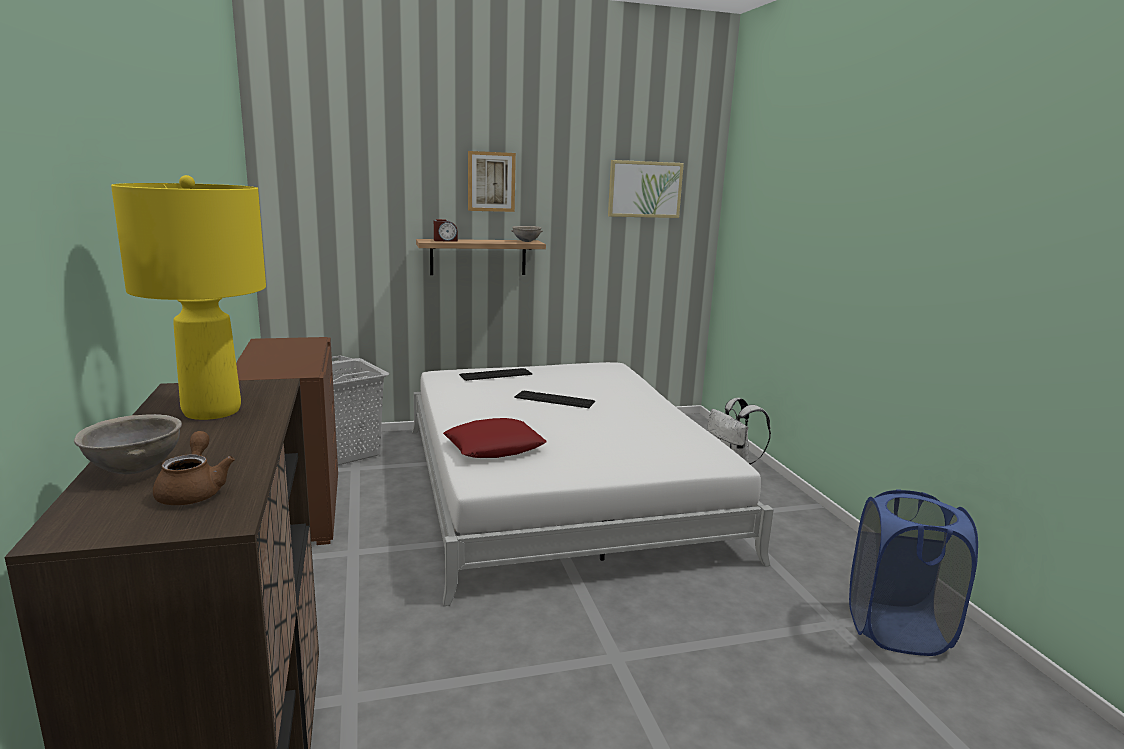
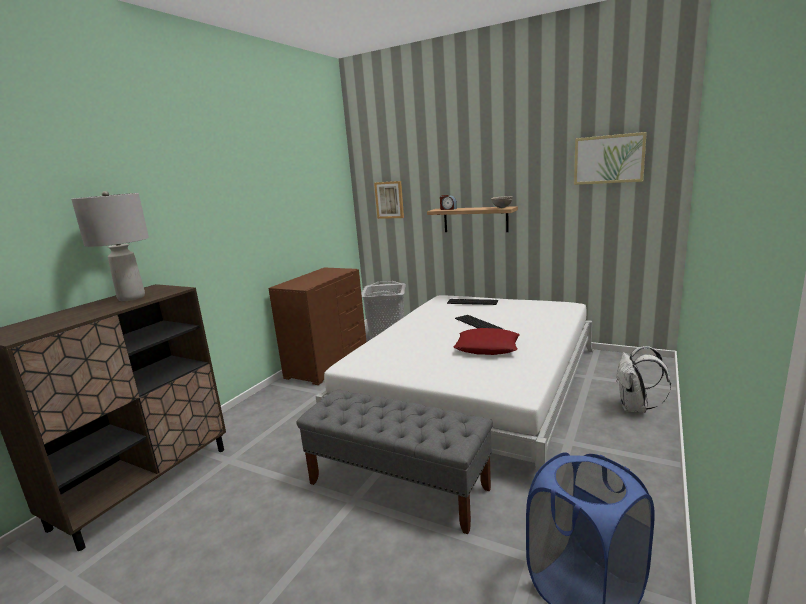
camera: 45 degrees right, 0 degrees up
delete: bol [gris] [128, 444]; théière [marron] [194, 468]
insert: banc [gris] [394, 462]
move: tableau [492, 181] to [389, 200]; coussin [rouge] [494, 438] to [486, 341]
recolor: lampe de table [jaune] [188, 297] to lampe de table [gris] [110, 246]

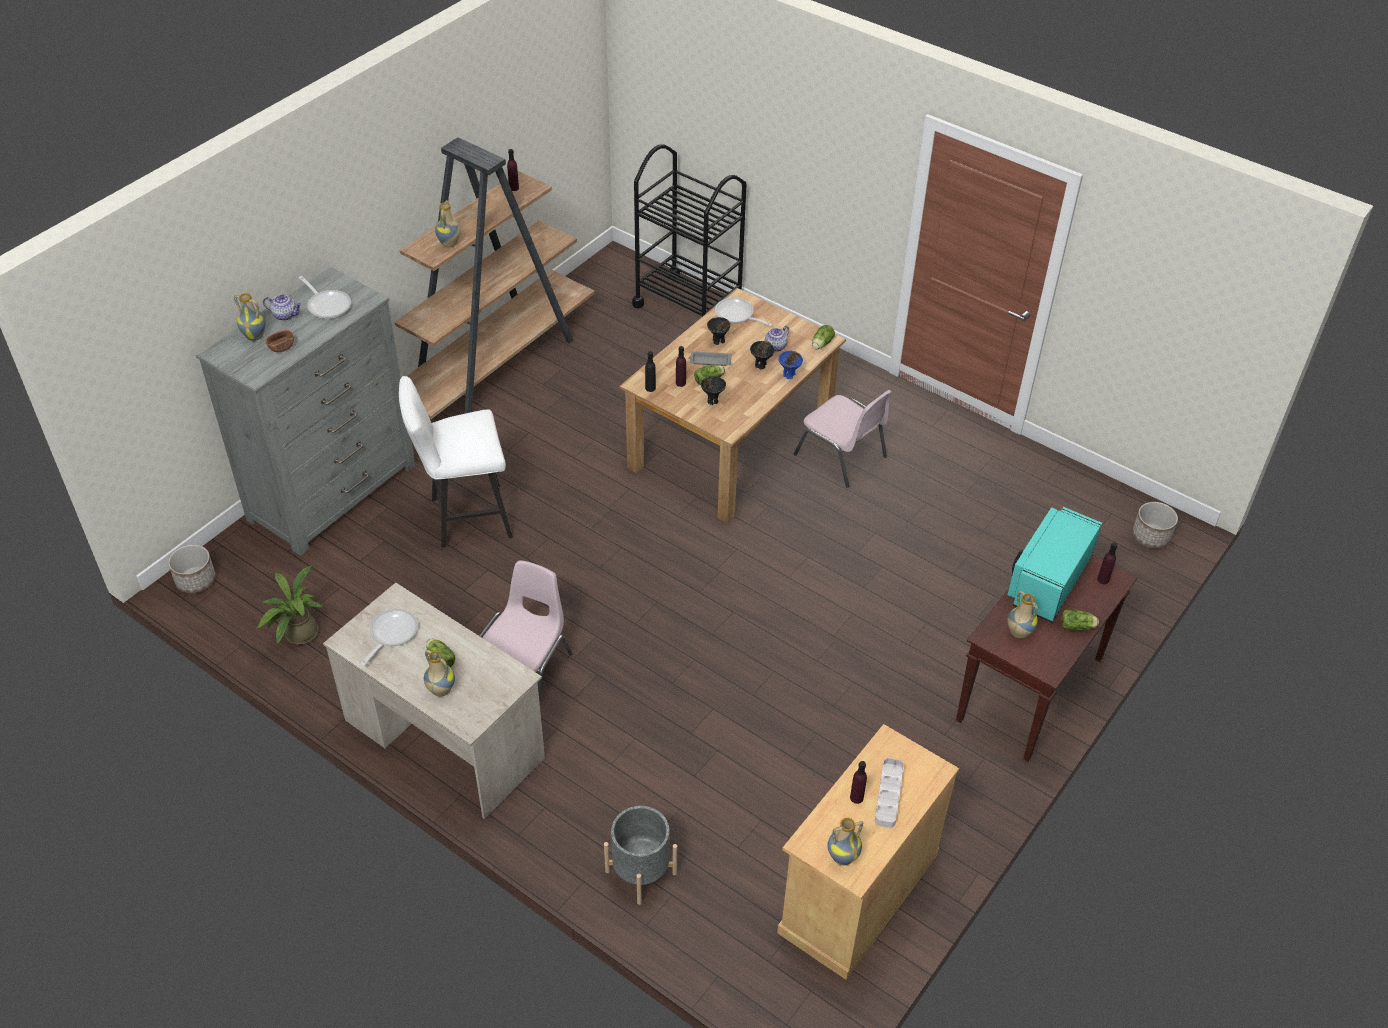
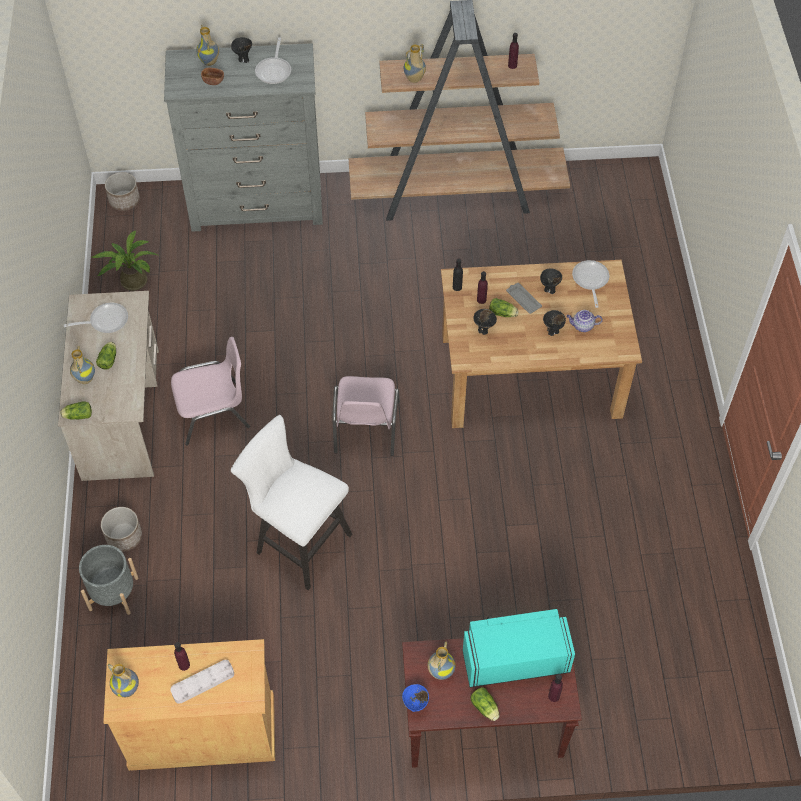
camera: 50 degrees right, 10 degrees up
delete: chariot [noir] [689, 231]
move: laitue [823, 337] to [76, 411]; bol [bleu] [791, 365] to [415, 698]; tabouret [blanc] [456, 462] to [291, 502]; chaise [rose] [843, 439] to [366, 416]; cache-pot [1155, 525] to [121, 529]
replace: théière [282, 307] to bol [noir] [241, 50]

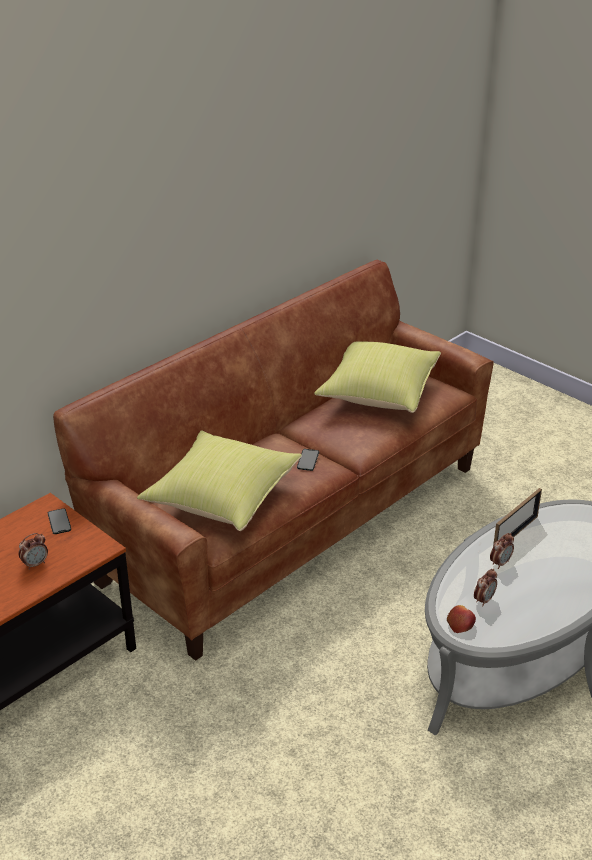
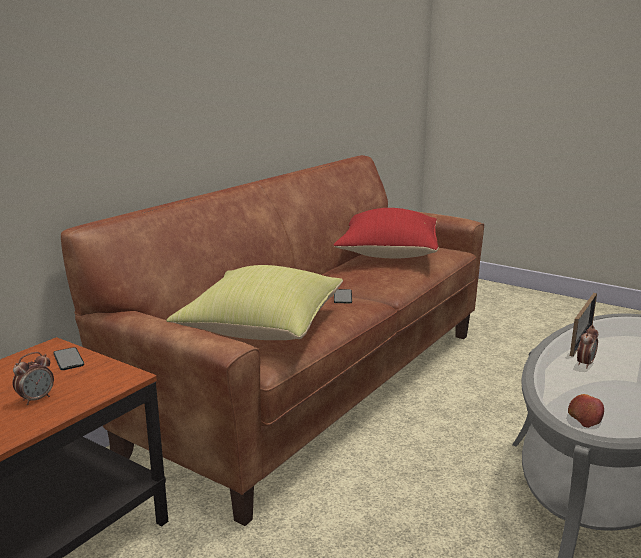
camera: 10 degrees left, 15 degrees down
delete: réveil [485, 588]
recolor: coussin [jaune] [377, 377] to coussin [rouge] [386, 233]

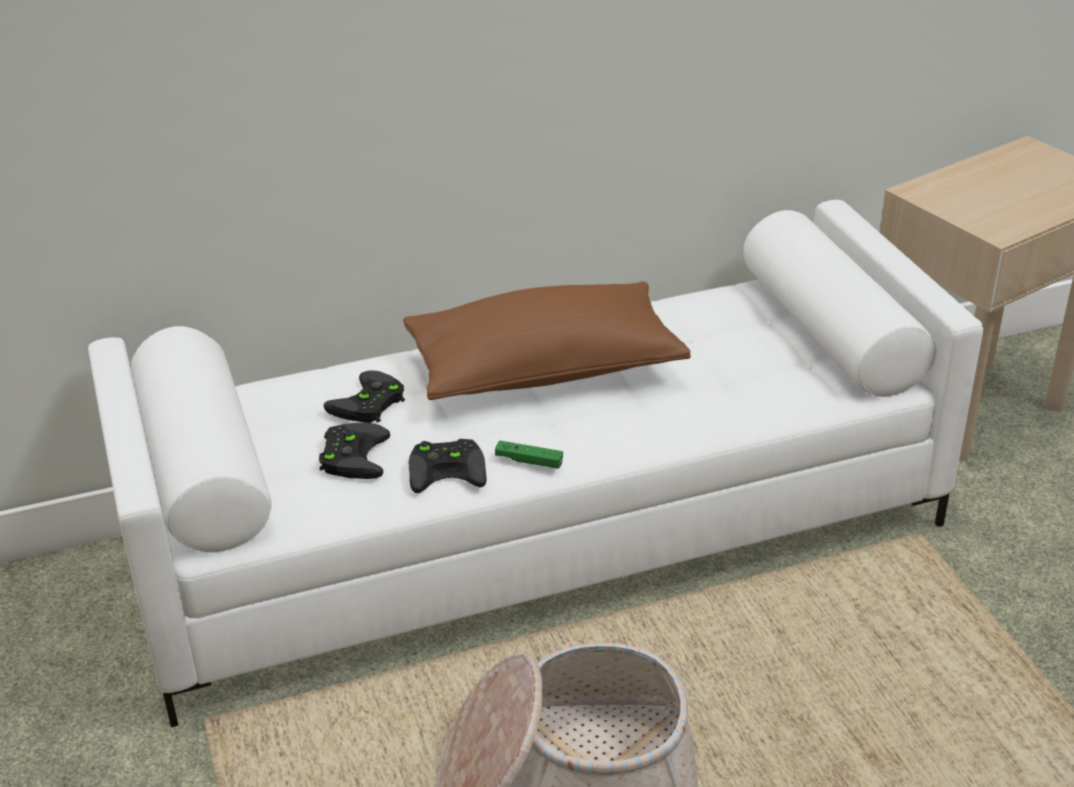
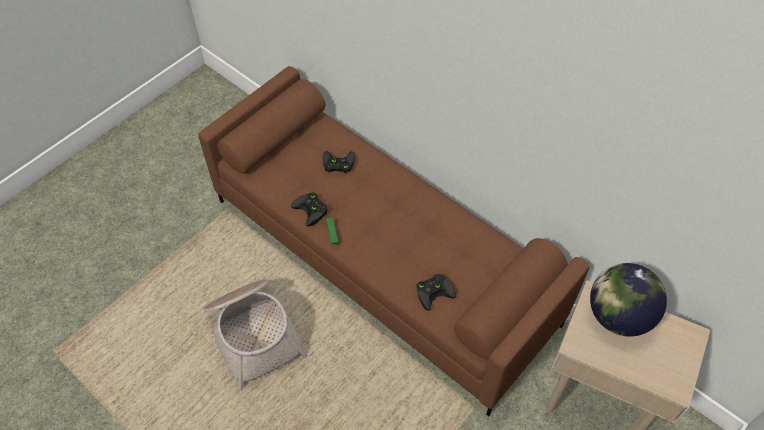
camera: 60 degrees right, 20 degrees up
delete: coussin [marron] [547, 340]
insert: globe [628, 300]
move: manette [noir] [354, 451] to [436, 292]
recolor: canapé [blanc] [535, 463] to canapé [marron] [394, 241]

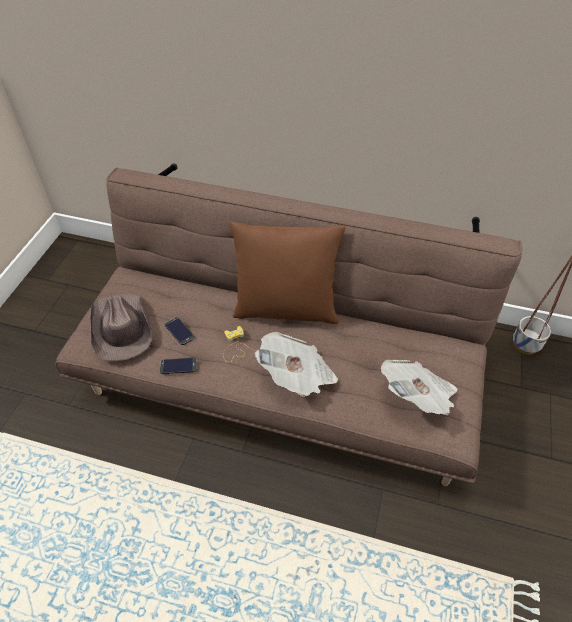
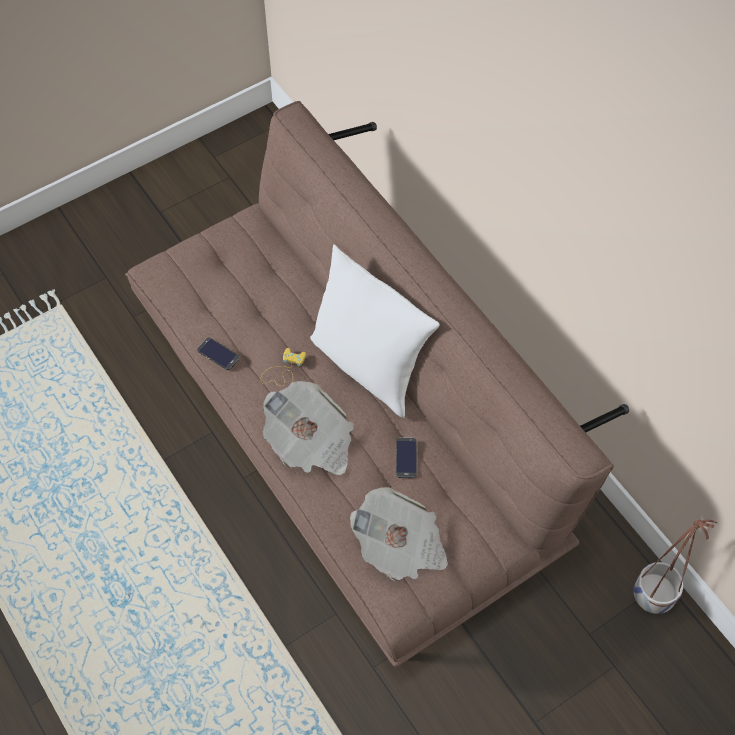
camera: 40 degrees right, 10 degrees up
delete: chapeau [marron] [121, 327]
move: téléphone [180, 331] to [406, 458]
recolor: coussin [marron] [287, 272] to coussin [blanc] [374, 331]

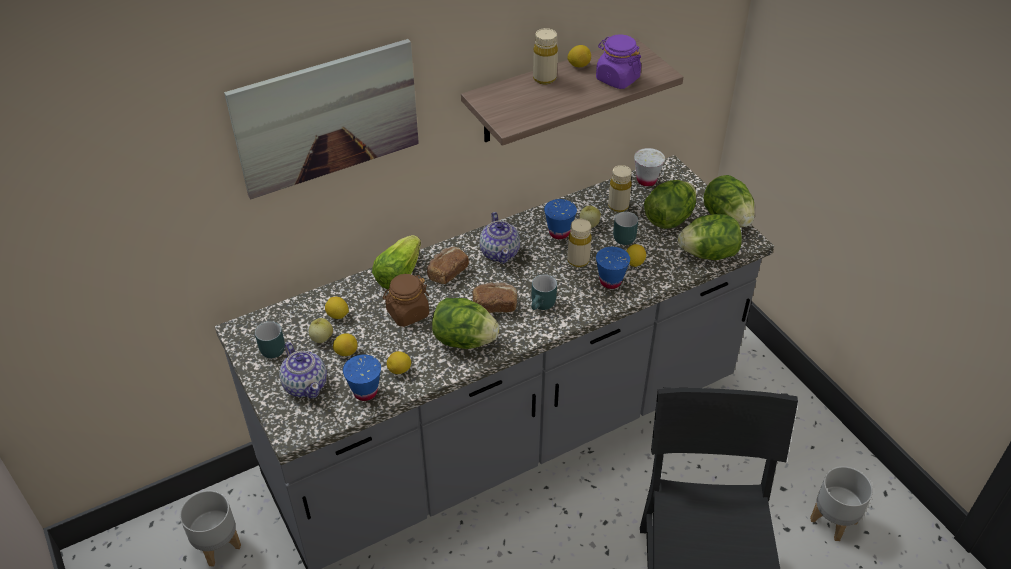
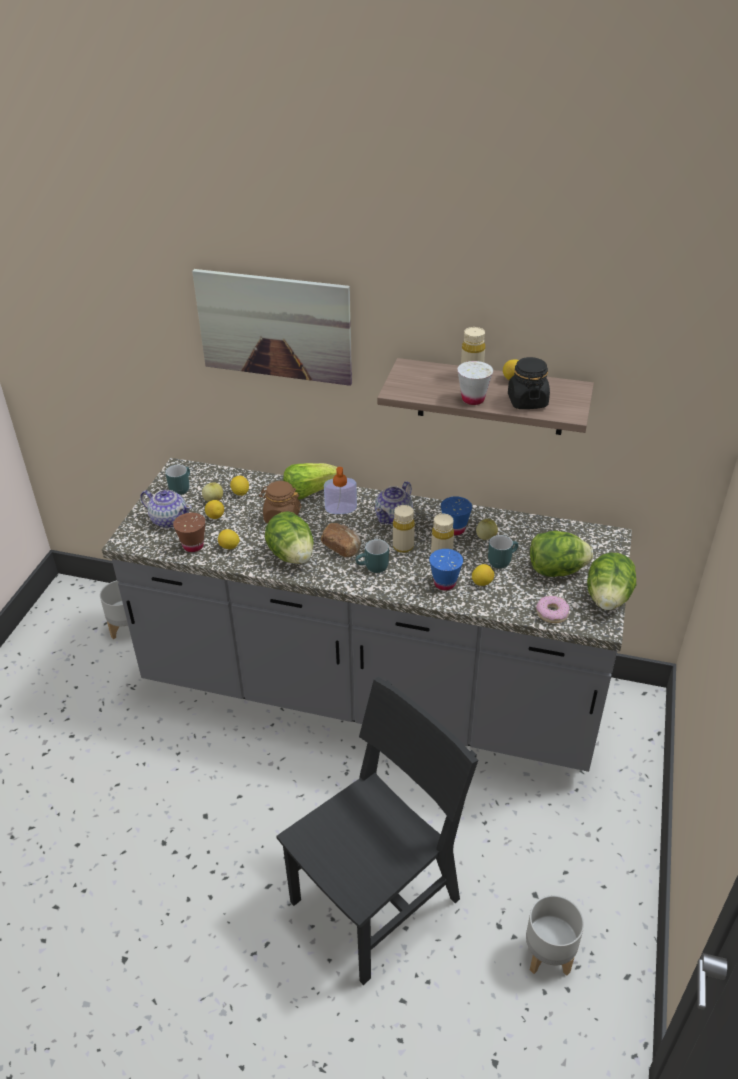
camera: 45 degrees right, 5 degrees down
move: tasse [blanc] [649, 167] to [475, 383]; bouteille [beige] [620, 188] to [404, 529]
replace: laitue [710, 237] to beignet [552, 609]; pain [448, 265] to distributeur de savon [340, 490]
recolor: bocal [violet] [618, 61] to bocal [noir] [529, 383]; tasse [bleu] [362, 378] to tasse [marron] [189, 532]
rotate: théière [303, 370] = [166, 509] 75 degrees counterclockwise

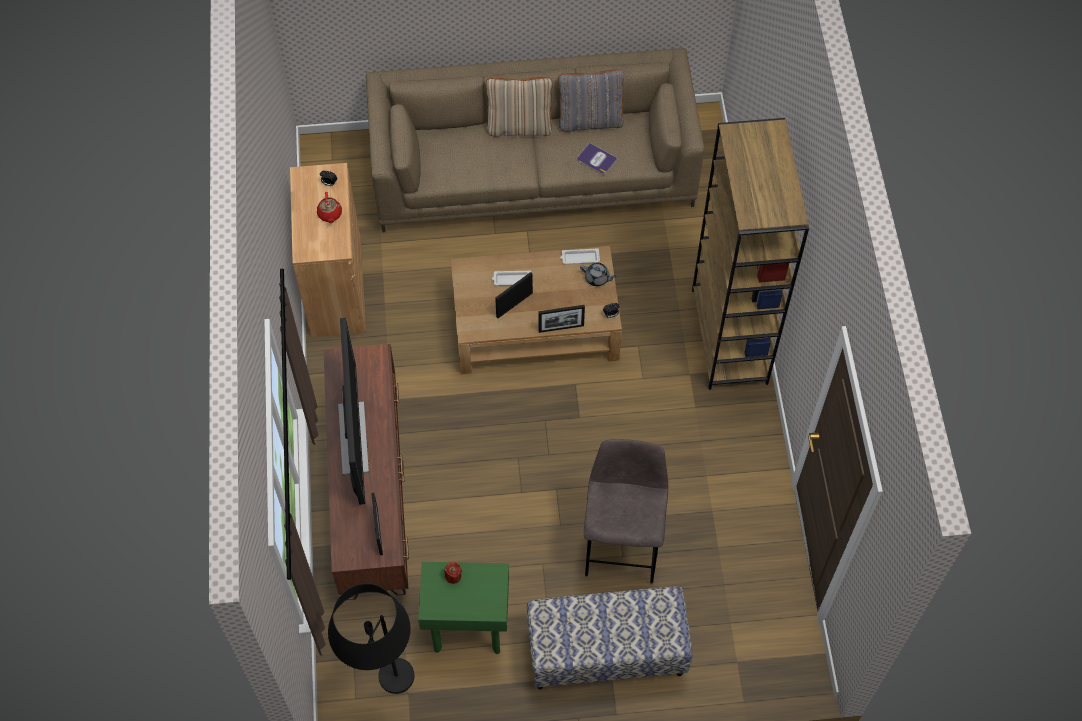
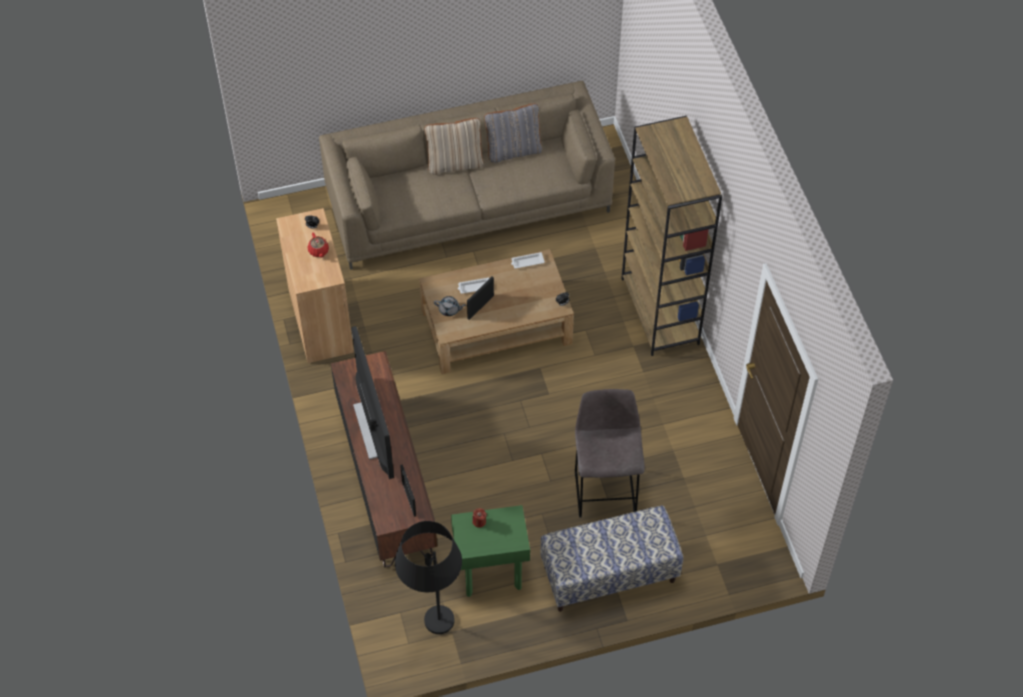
camera: 10 degrees left, 5 degrees down
delete: livre [597, 159]; cadre photo [561, 319]
move: théière [gris] [598, 274] to [450, 306]

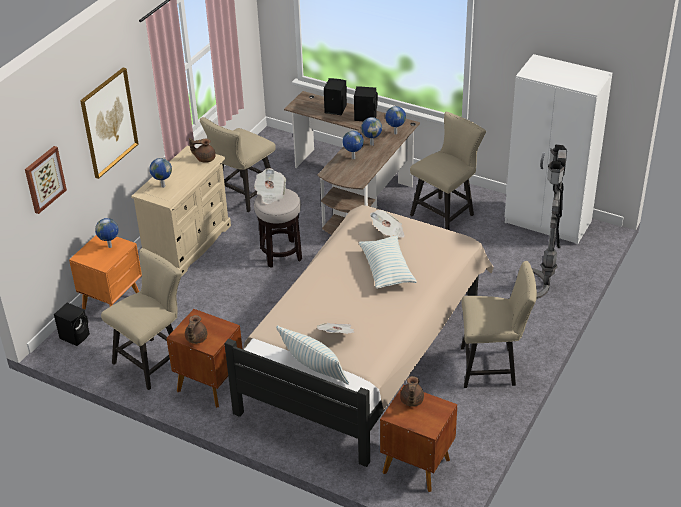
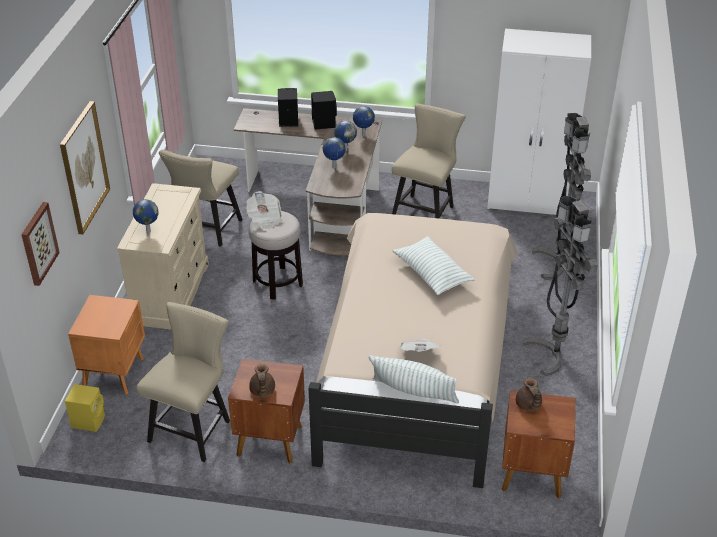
camera: 20 degrees left, 0 degrees up
delete: théière [marron] [202, 150]; journal [387, 224]; globe [106, 233]
replace: chaise [beige] [499, 324] to lampadaire [gris] [560, 286]
recolor: enceinte [noir] [72, 324] to enceinte [jaune] [85, 408]

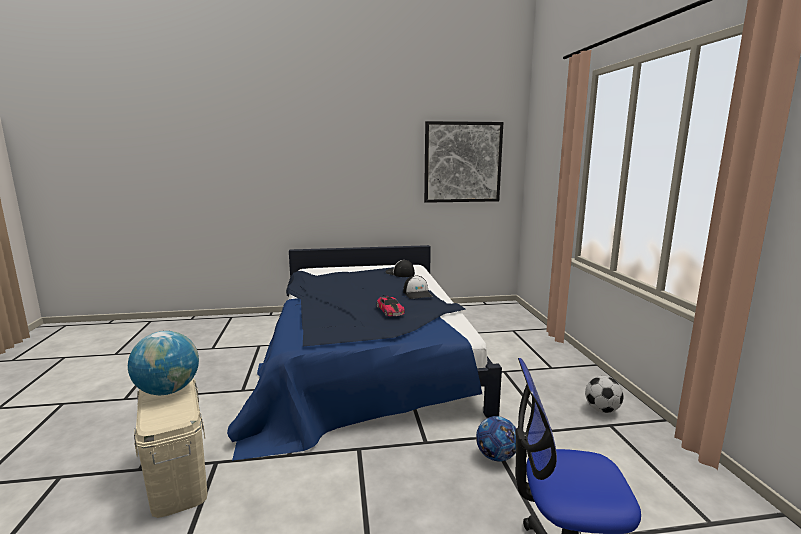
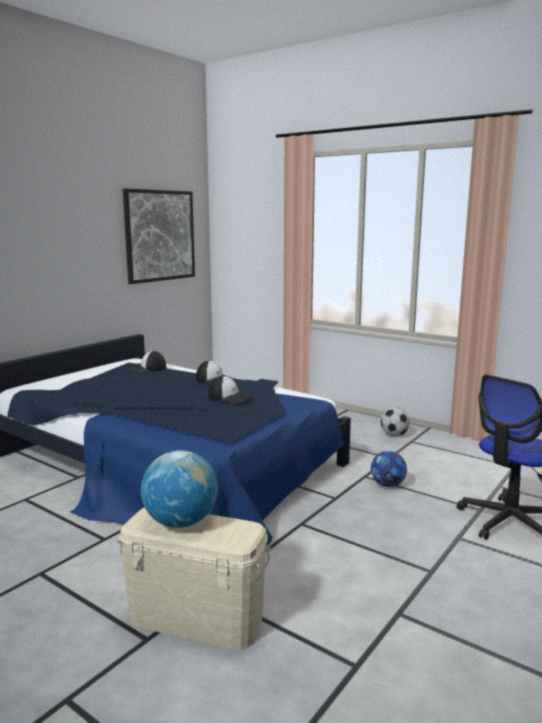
camera: 45 degrees left, 0 degrees up
replace: petite voiture [390, 305] to casquette [230, 389]

